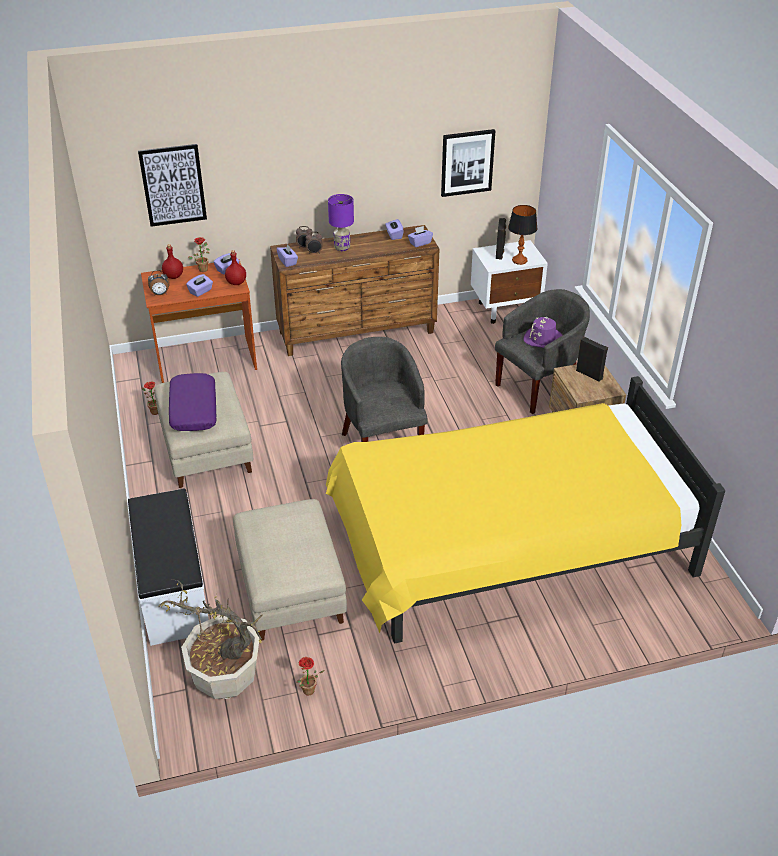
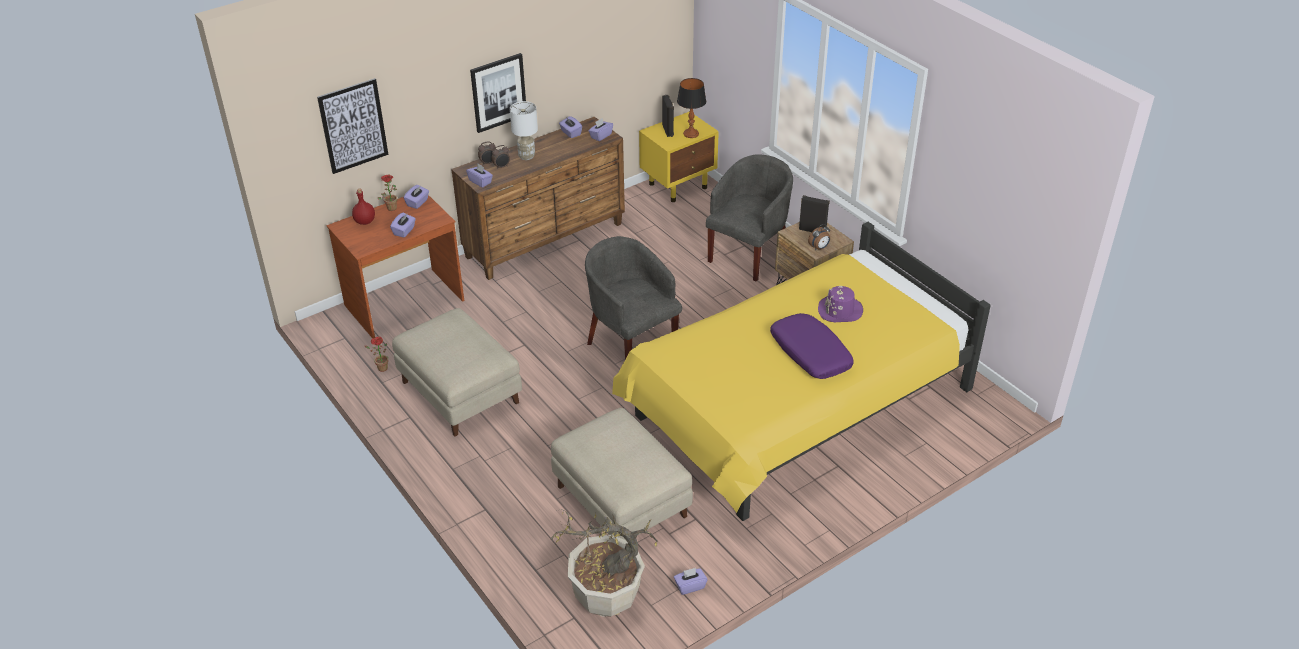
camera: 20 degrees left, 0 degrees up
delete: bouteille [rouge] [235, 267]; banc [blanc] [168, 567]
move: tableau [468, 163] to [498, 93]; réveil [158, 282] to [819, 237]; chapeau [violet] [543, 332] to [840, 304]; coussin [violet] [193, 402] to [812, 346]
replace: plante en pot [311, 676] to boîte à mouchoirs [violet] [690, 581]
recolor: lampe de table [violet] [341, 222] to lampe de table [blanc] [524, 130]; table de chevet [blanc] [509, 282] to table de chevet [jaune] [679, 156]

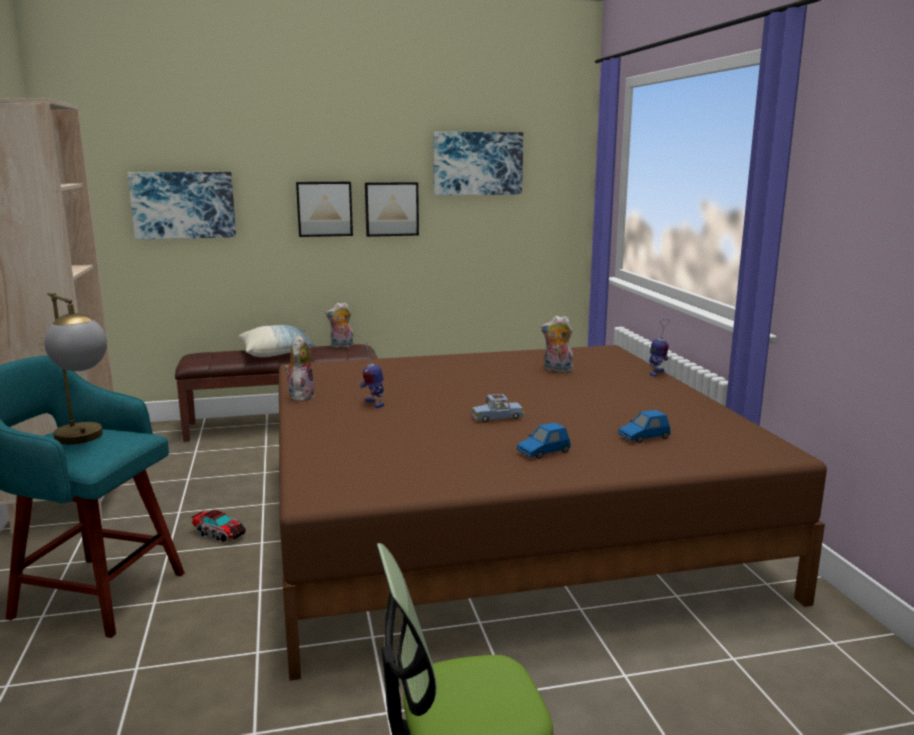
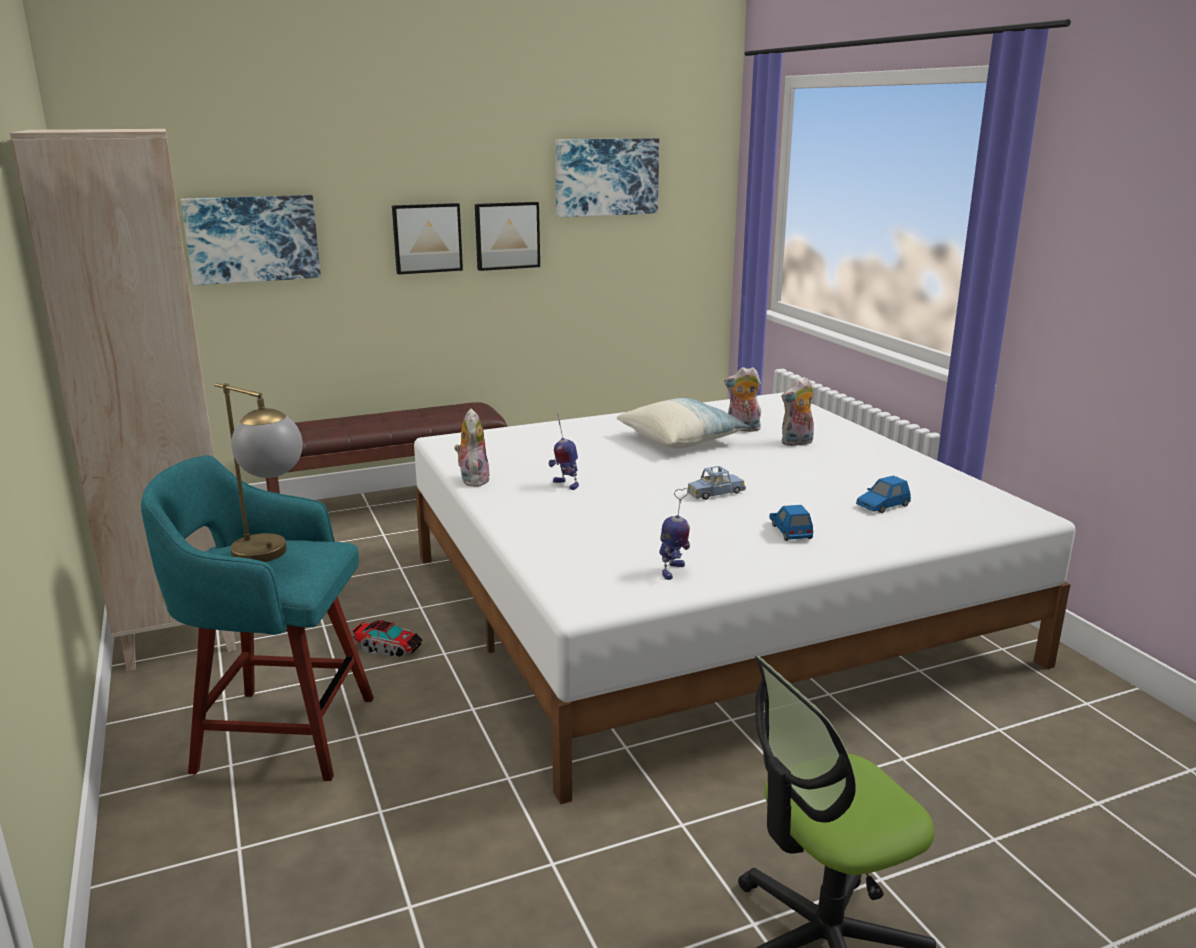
camera: 10 degrees left, 5 degrees up
move: peluche [339, 325] to [797, 412]; robot jouet [659, 348] to [674, 534]; coussin [277, 341] to [683, 423]
recolor: lit [marron] [553, 513] to lit [blanc] [744, 598]
rotate: petite voiture [bleu] [544, 441] = [791, 523] 120 degrees clockwise

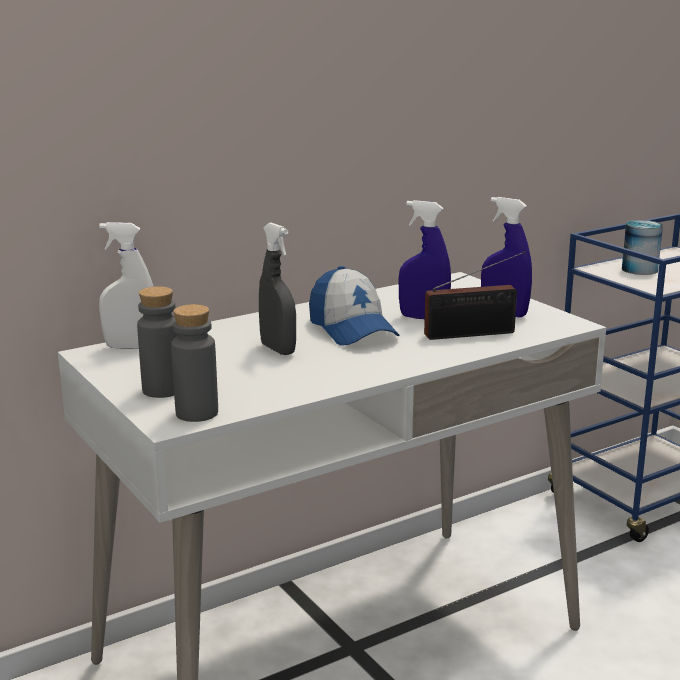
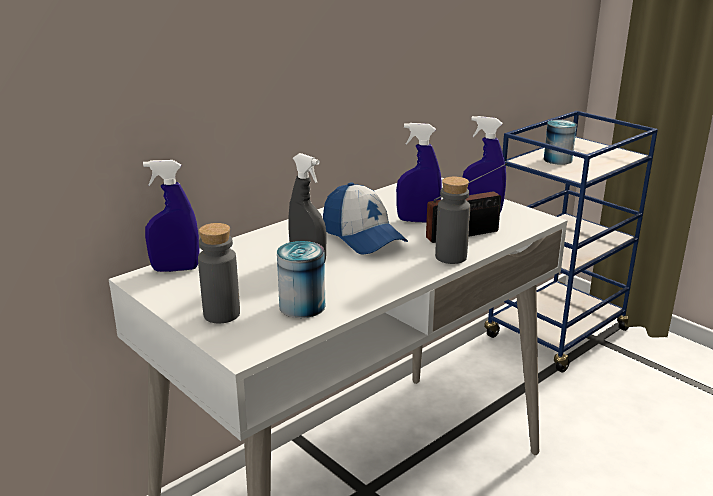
camera: 10 degrees left, 5 degrees up
insert: boîte métallique [301, 279]
move: bouteille [gris] [194, 363] to [452, 220]
recolor: vaporisateur [blanc] [126, 285] to vaporisateur [bleu] [171, 216]

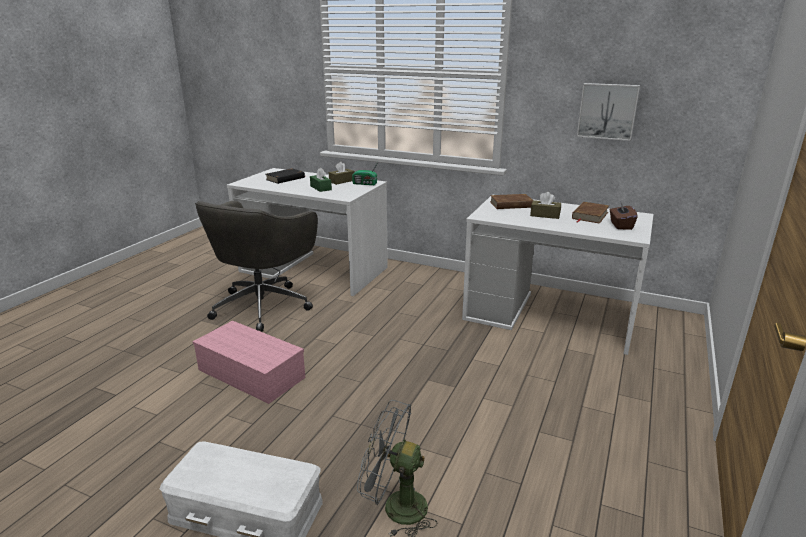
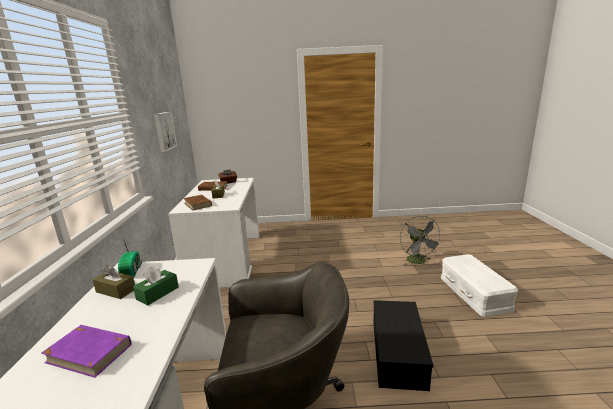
camera: 115 degrees left, 5 degrees down
recolor: livre [noir] [285, 176] to livre [violet] [86, 351]; boîte de rangement [rose] [248, 362] to boîte de rangement [noir] [403, 345]

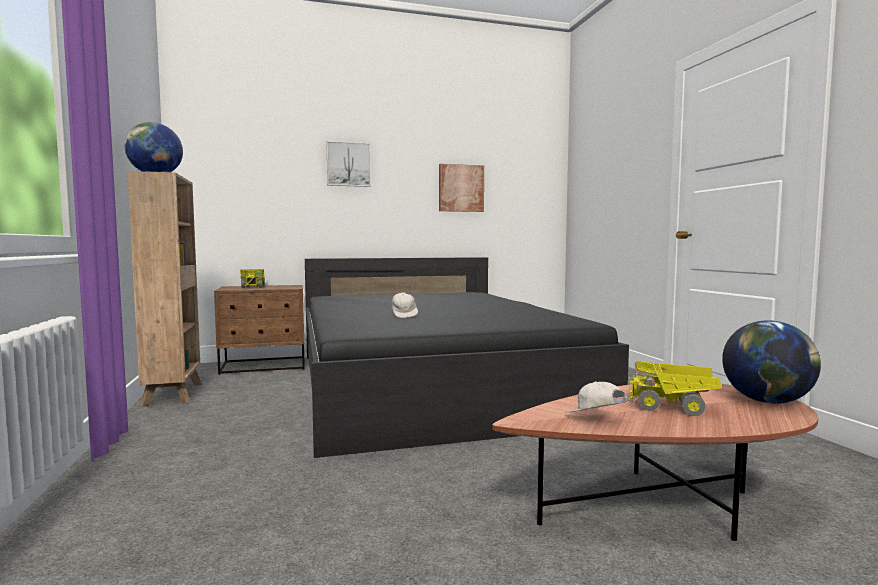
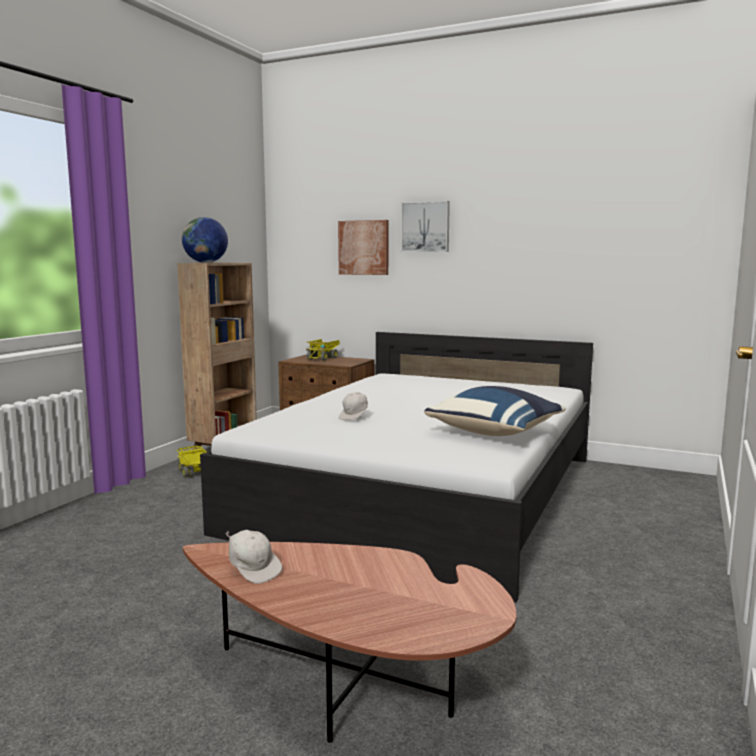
camera: 40 degrees right, 5 degrees up
delete: globe [771, 362]
insert: coussin [bleu] [495, 411]
move: tableau [461, 188] to [363, 247]; camion jouet [675, 388] to [192, 462]
recolor: lit [noir] [467, 357] to lit [blanc] [396, 467]
rotate: casquette [blanc] [600, 397] = [254, 557] 135 degrees clockwise

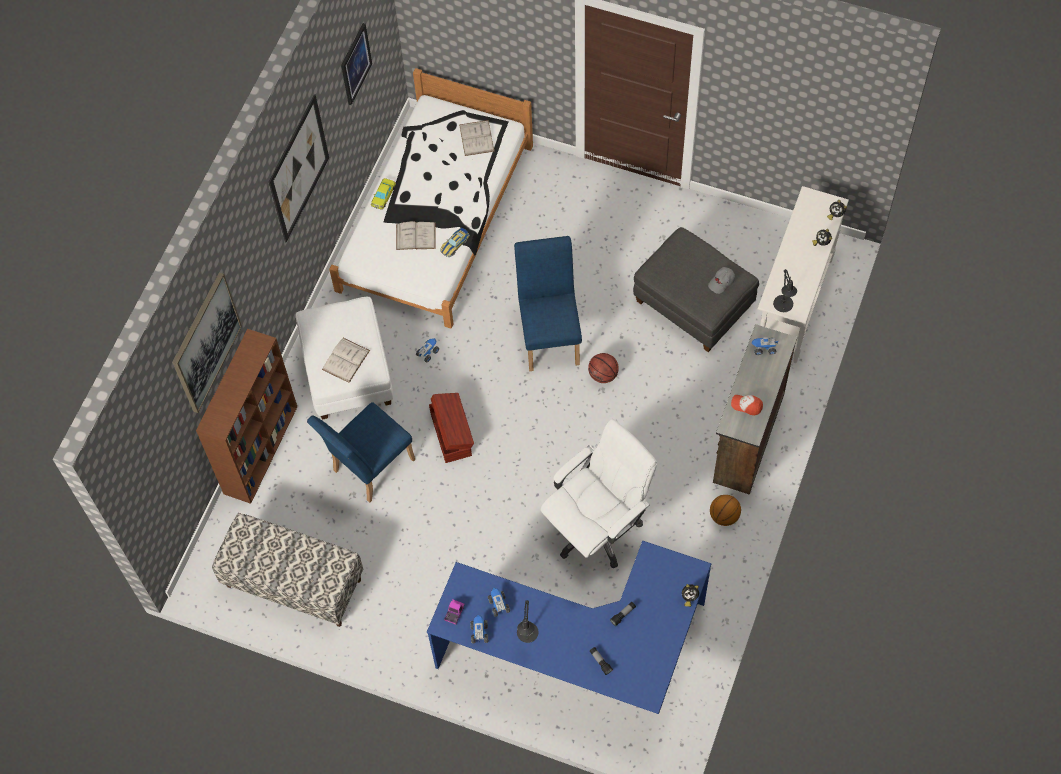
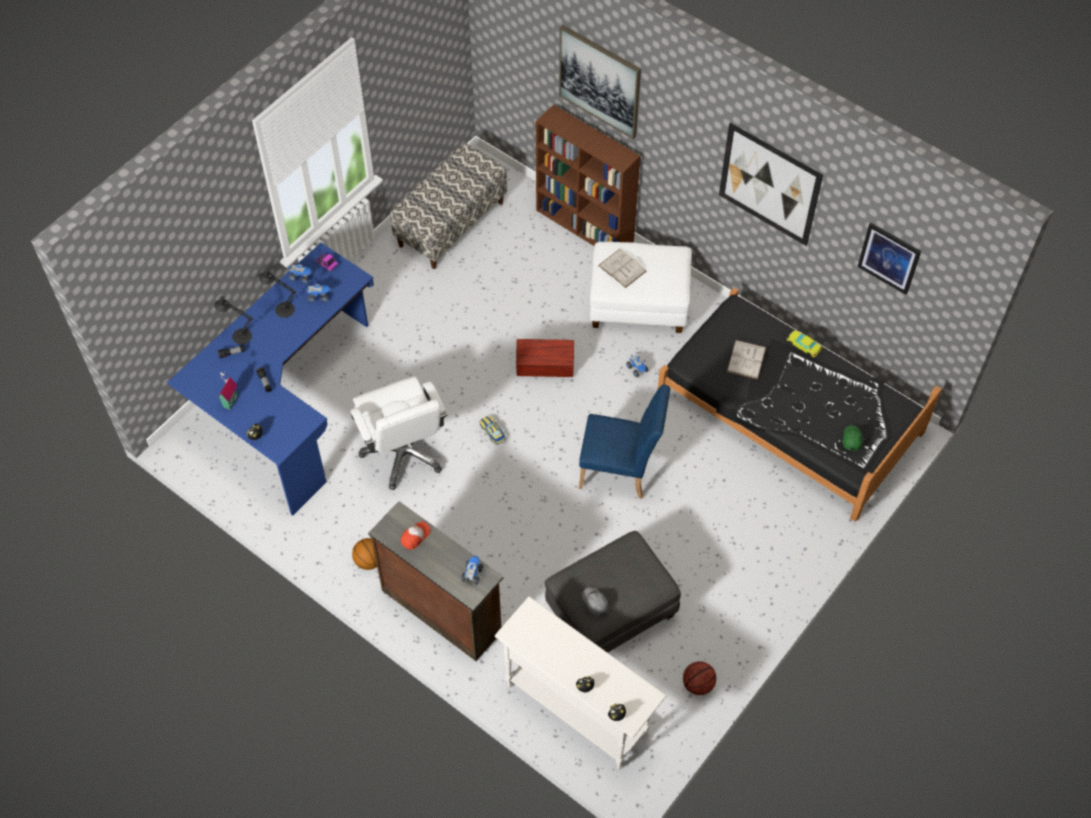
camera: 105 degrees right, 5 degrees down
delete: chaise [bleu] [361, 452]
insert: maison miniature [228, 391]
move: petite voiture [455, 242] to [492, 430]; lampe de table [noir] [785, 290] to [233, 320]; ballon de basket [603, 368] to [699, 678]
replace: livre [blanc] [476, 138] to casquette [vert] [853, 438]
recolor: lit [blanc] [431, 198] to lit [noir] [800, 405]

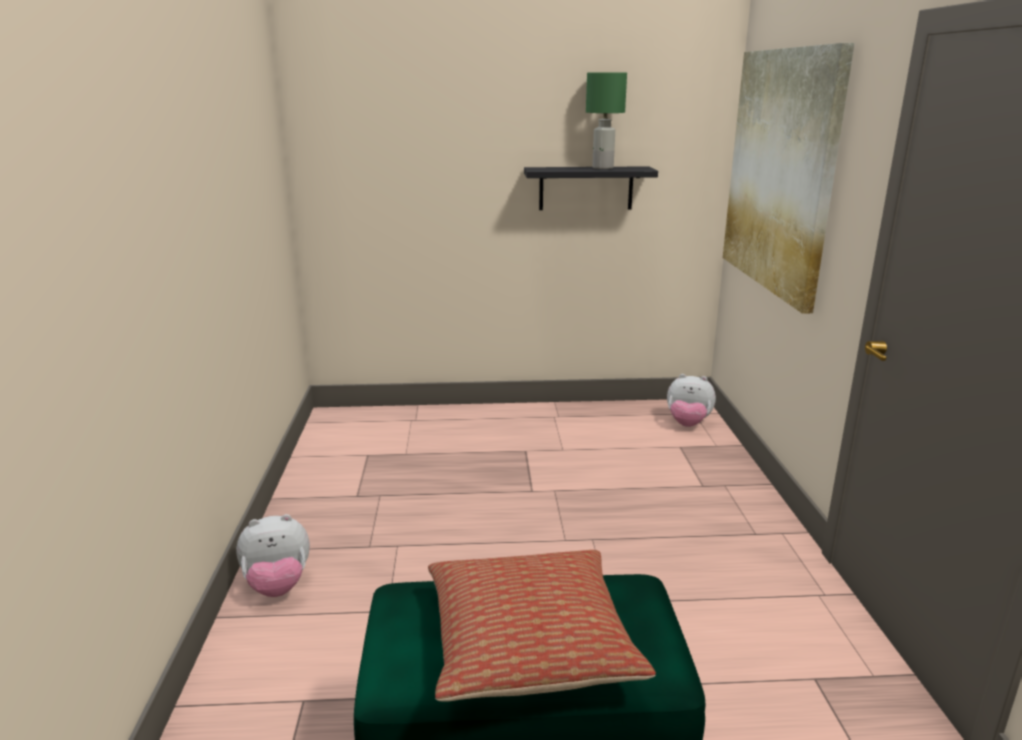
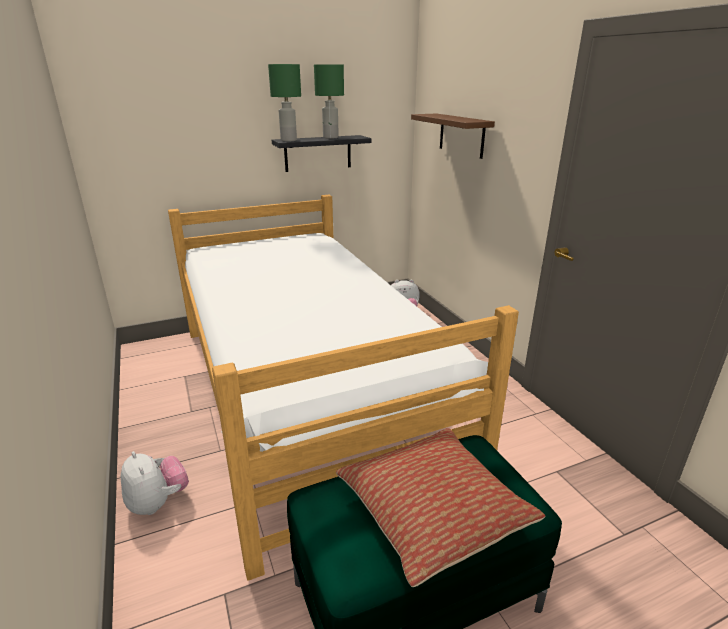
camera: 20 degrees left, 5 degrees up
insert: lampe de table [vert] [284, 102]; lit [343, 388]
replace: tableau [789, 178] to étagère [marron] [453, 136]
rotate: peluche [273, 555] = [155, 483] 90 degrees counterclockwise

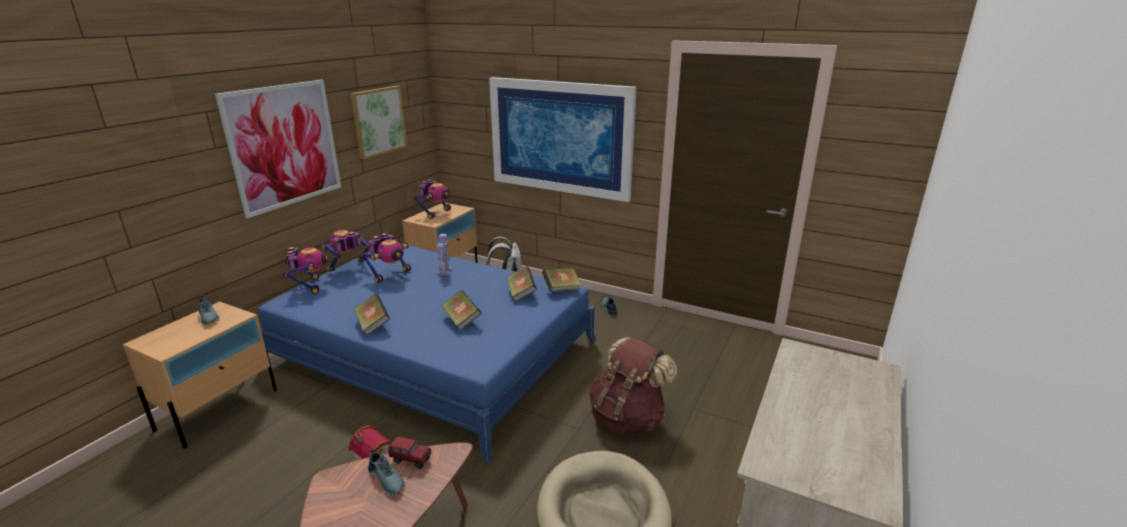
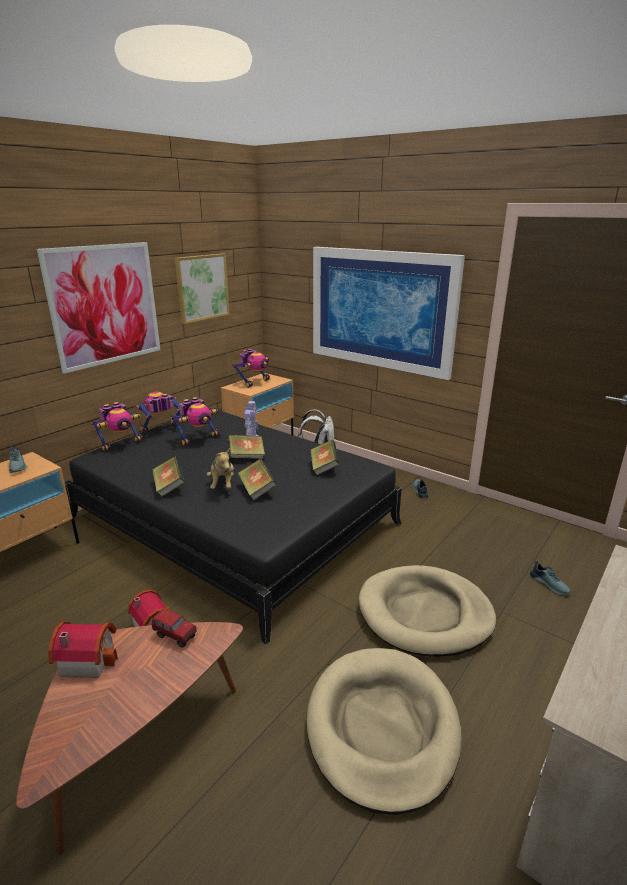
camera: 10 degrees right, 0 degrees up
insert: peluche [220, 468]; maison miniature [83, 650]
move: livre [562, 279] to [246, 447]; chaussure [386, 472] to [550, 578]
replace: sac à dos [marron] [633, 385] to panier pour chien [beige] [427, 611]
recolor: lit [bleu] [427, 353] to lit [noir] [233, 526]
rotate: robot jouet [305, 270] = [117, 427] 60 degrees clockwise

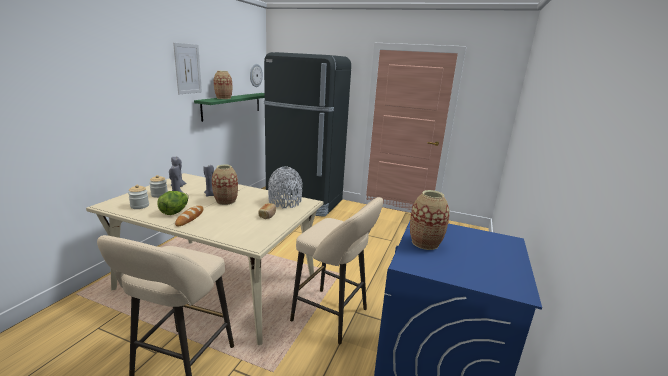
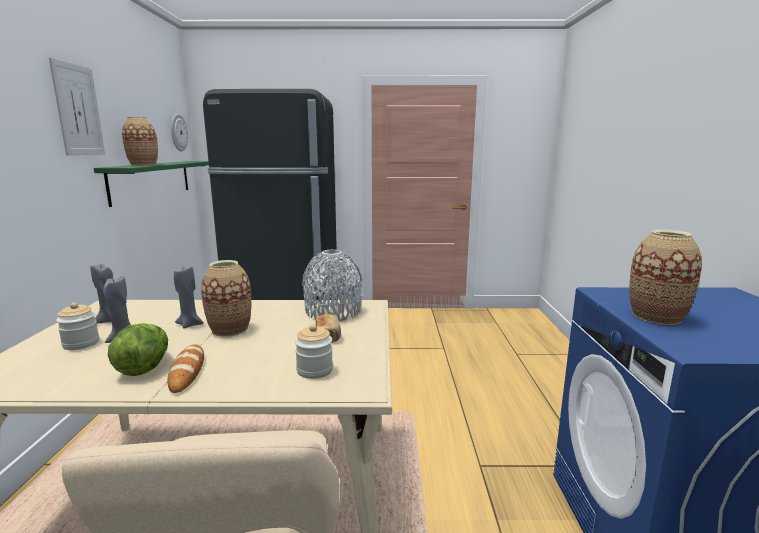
camera: 20 degrees left, 5 degrees down
delete: tabouret [beige] [336, 270]
move: bocal [138, 197] to [314, 351]

